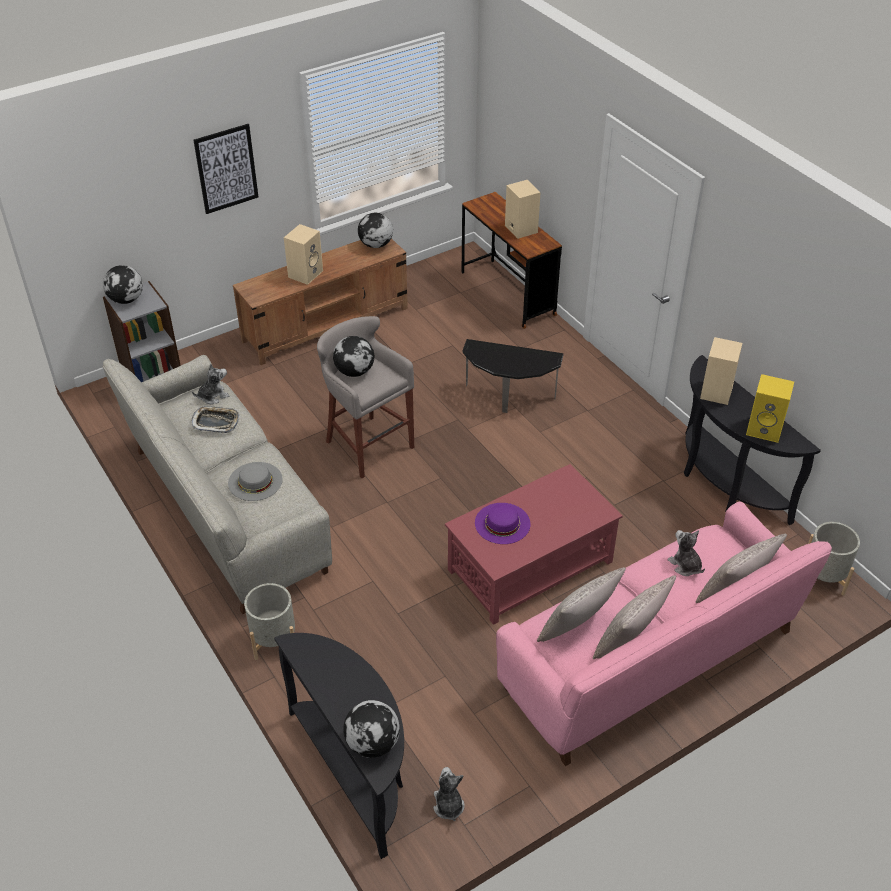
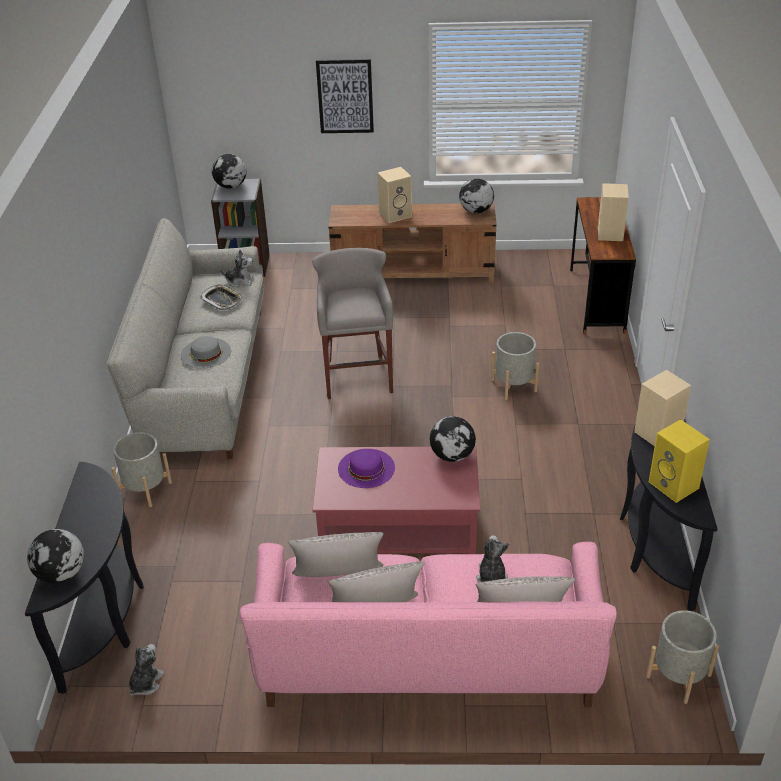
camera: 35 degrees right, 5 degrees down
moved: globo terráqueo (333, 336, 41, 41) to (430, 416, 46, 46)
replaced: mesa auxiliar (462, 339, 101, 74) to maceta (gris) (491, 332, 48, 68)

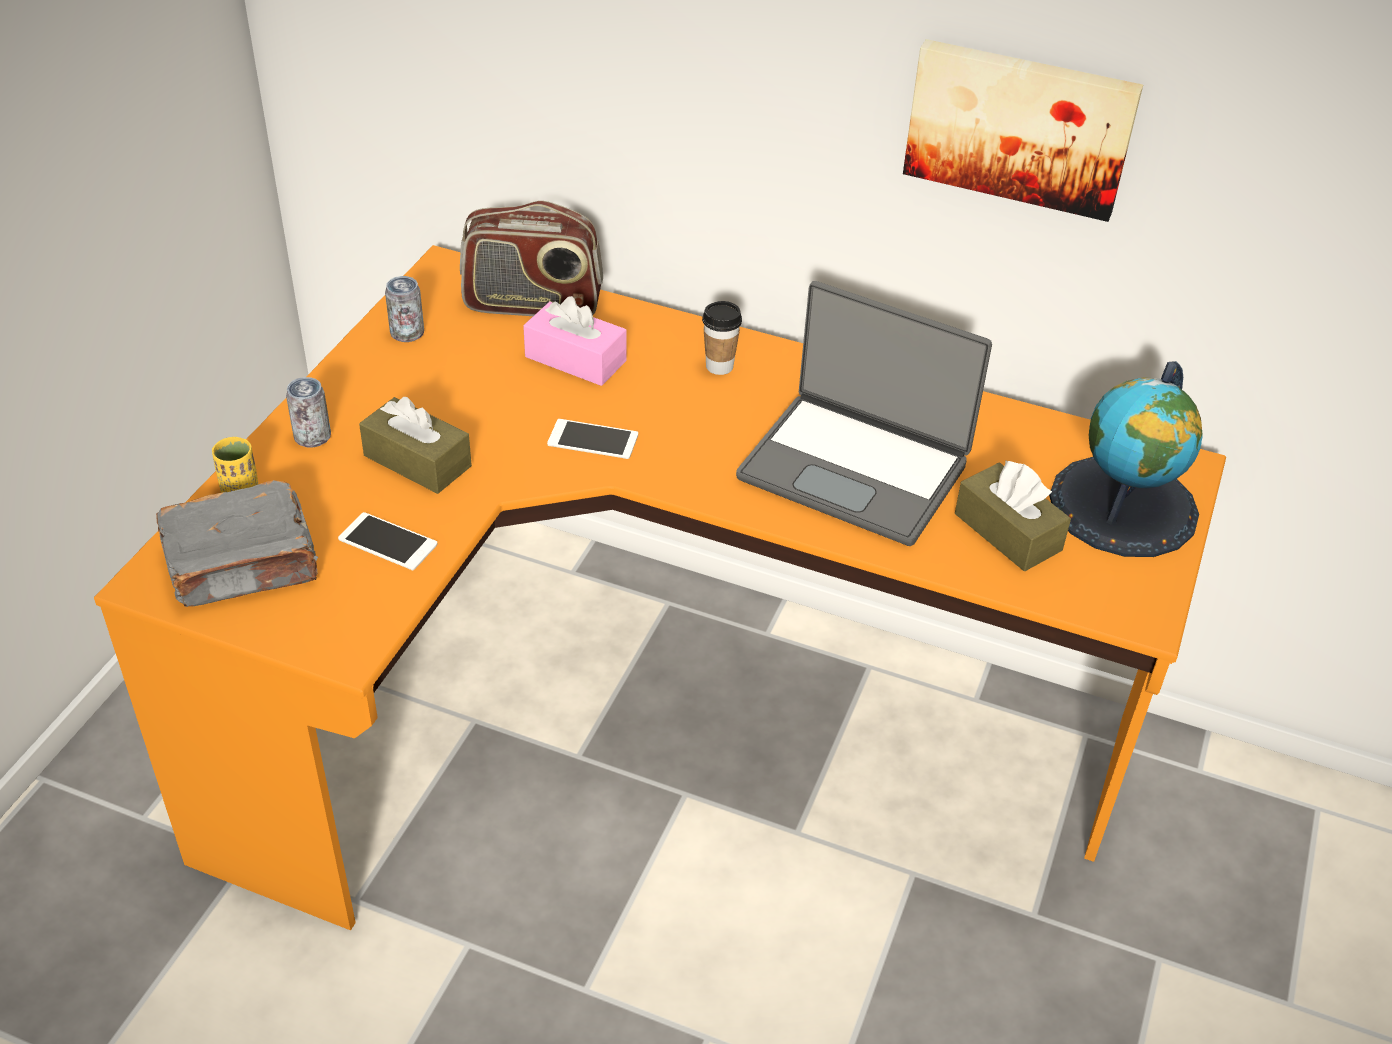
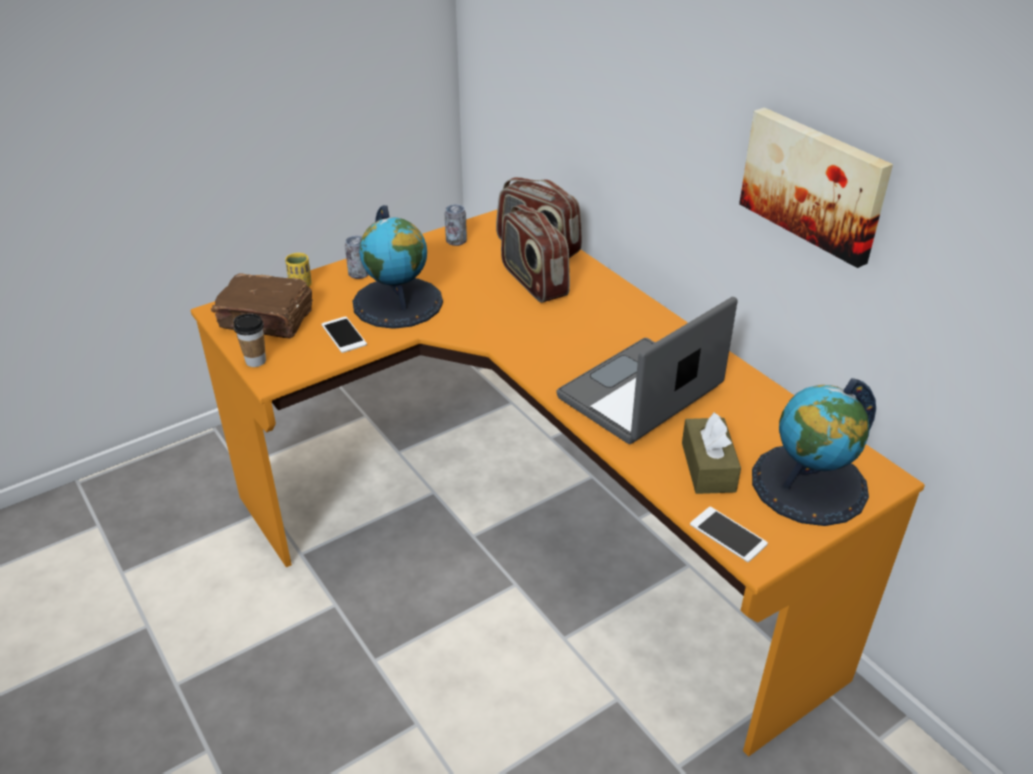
camera: 35 degrees right, 5 degrees down
moved: taza (702, 301, 40, 74) to (233, 314, 33, 53); móvil (547, 419, 91, 40) to (690, 507, 78, 55)
replaced: caja de pañuelos (rosa) (523, 296, 104, 90) to radio (501, 204, 69, 99); caja de pañuelos (marrón) (359, 397, 113, 97) to globo terráqueo (353, 205, 90, 124)
recoloured: libro (gris) (156, 480, 162, 127) to libro (marrón) (211, 274, 102, 65)
turned: portátil (736, 281, 256, 265) = (556, 297, 182, 147) 75 degrees clockwise

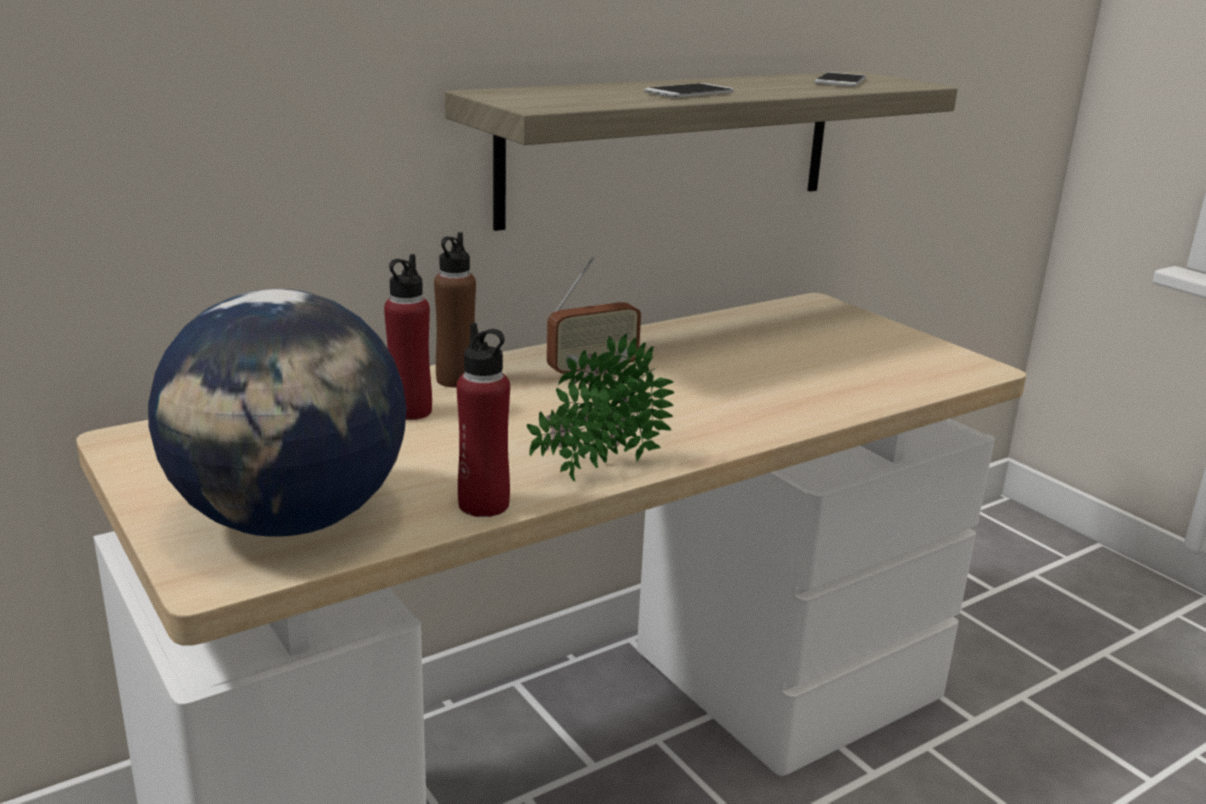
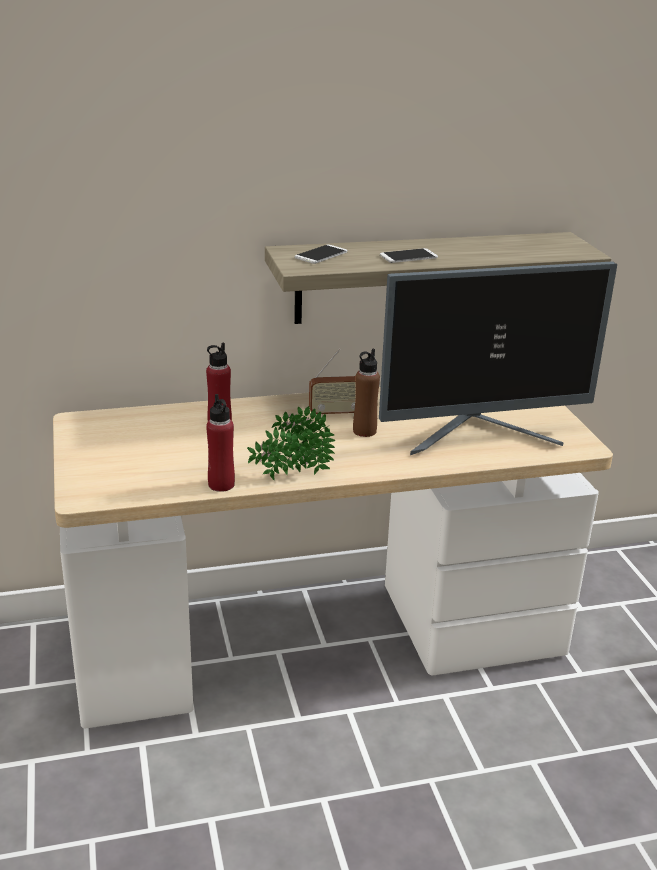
camera: 20 degrees right, 5 degrees up
removed: globo terráqueo (148, 289, 259, 248)
added: monitor (379, 262, 238, 193)
moved: móvil (815, 72, 51, 15) to (295, 245, 53, 19); botella (marrón) (434, 232, 42, 156) to (353, 348, 27, 89)

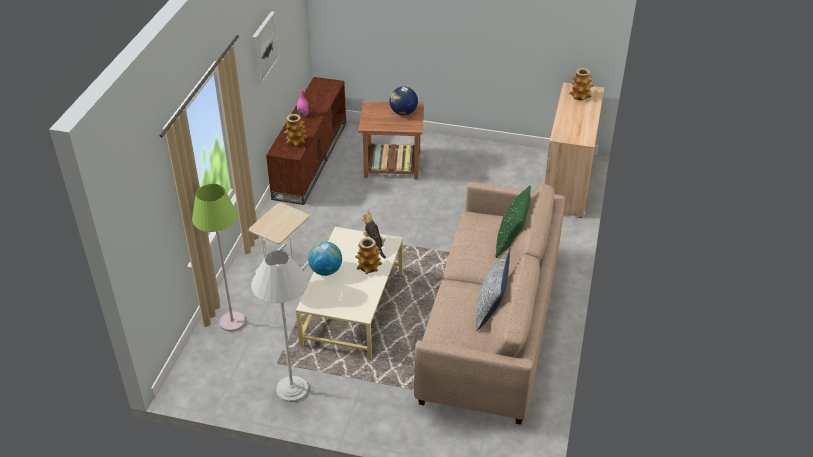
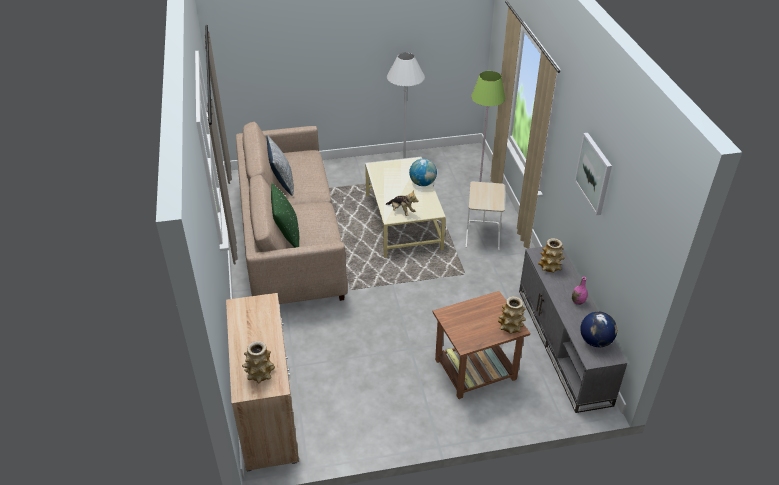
camera: 155 degrees right, 0 degrees up
moved: globo terráqueo (389, 87, 29, 28) to (580, 311, 37, 36); florero (355, 237, 27, 37) to (498, 296, 28, 38)
recoloured: mueble de televisión (marrón) (266, 77, 80, 128) to mueble de televisión (gris) (519, 246, 108, 167)

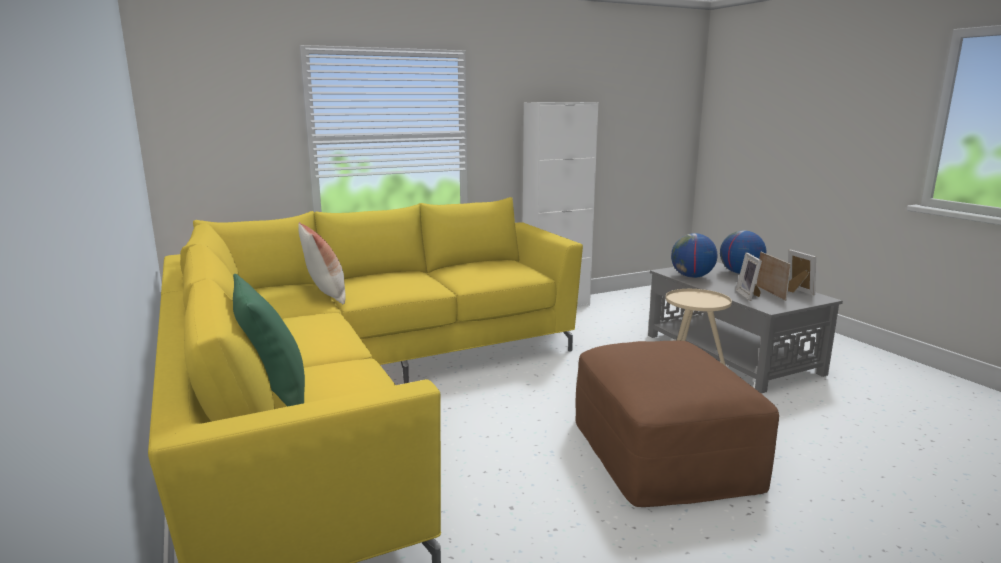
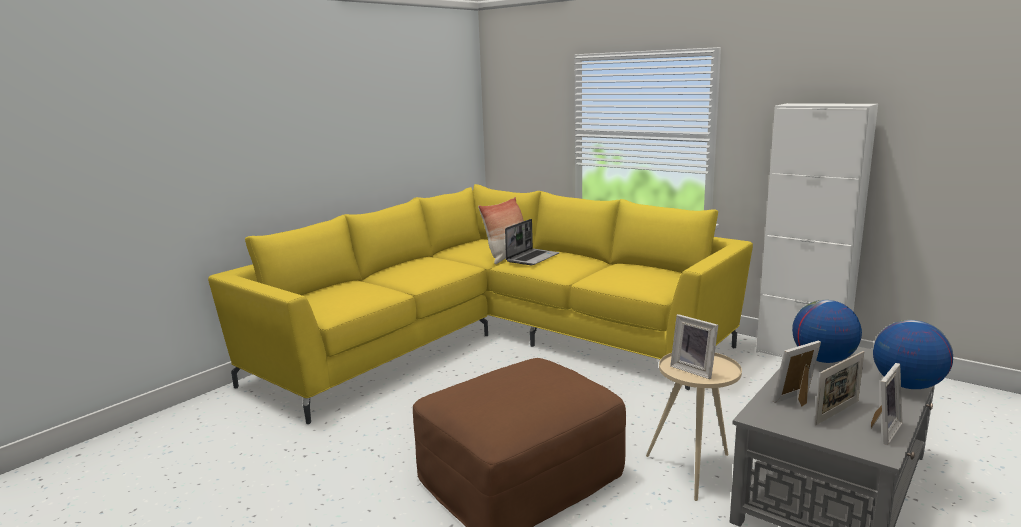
camera: 65 degrees right, 0 degrees up
removed: cojín (verde) (233, 274, 72, 133)
added: portátil (505, 219, 54, 46); portarretratos (670, 314, 48, 65)

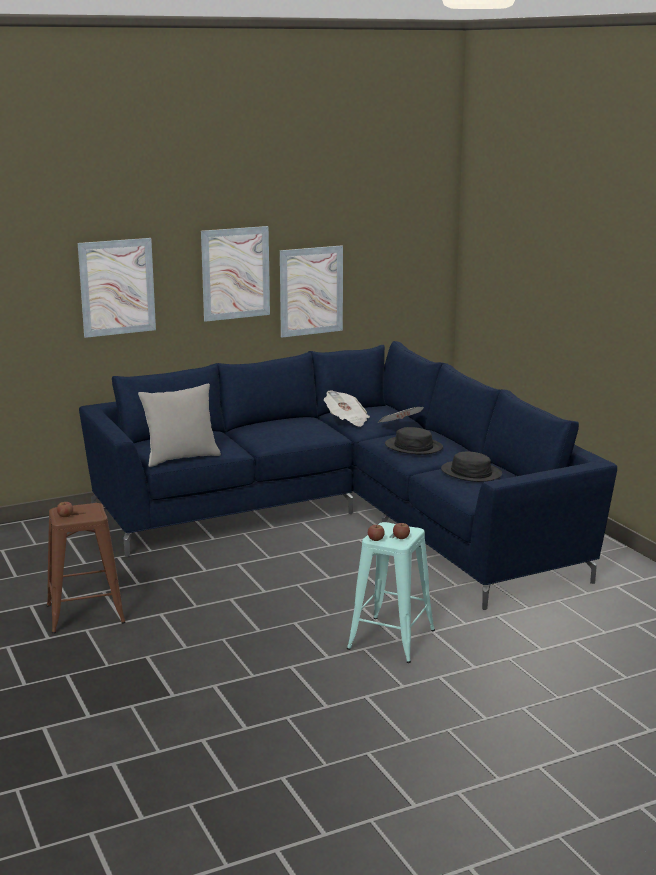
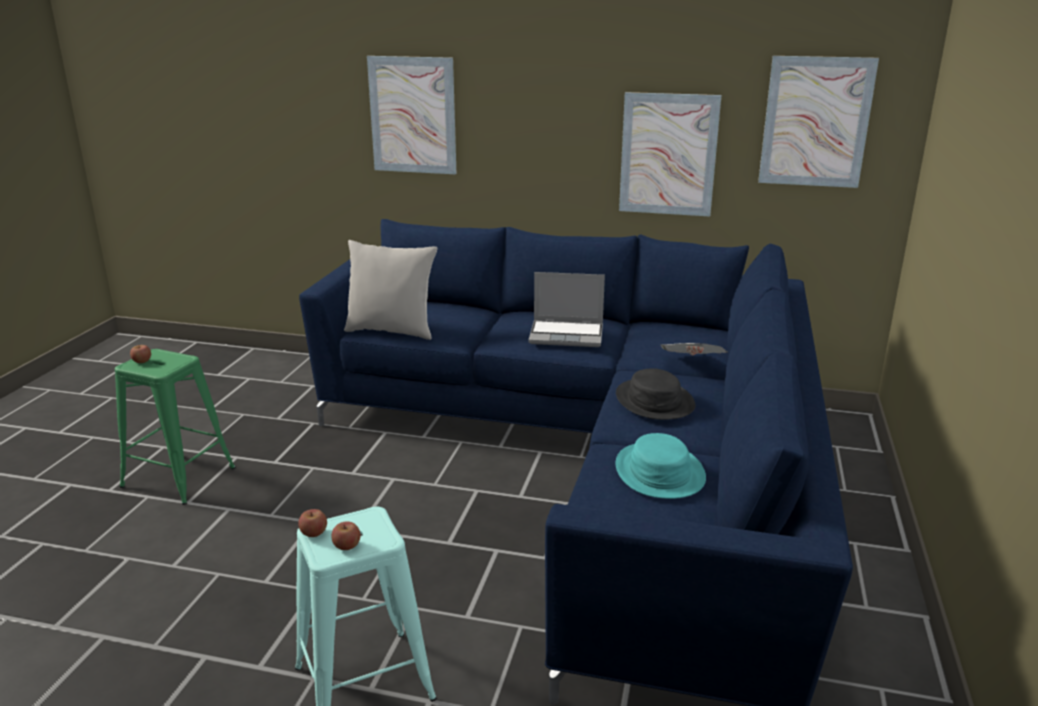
camera: 40 degrees right, 5 degrees up
removed: periódico (324, 390, 46, 37)
added: portátil (528, 272, 77, 75)
moved: cuadro (201, 226, 69, 96) to (758, 56, 121, 132)
recoloured: sombrero (negro) (441, 451, 61, 31) to sombrero (turquesa) (616, 433, 90, 66); taburete (marrón) (47, 503, 79, 131) to taburete (verde) (115, 349, 121, 156)

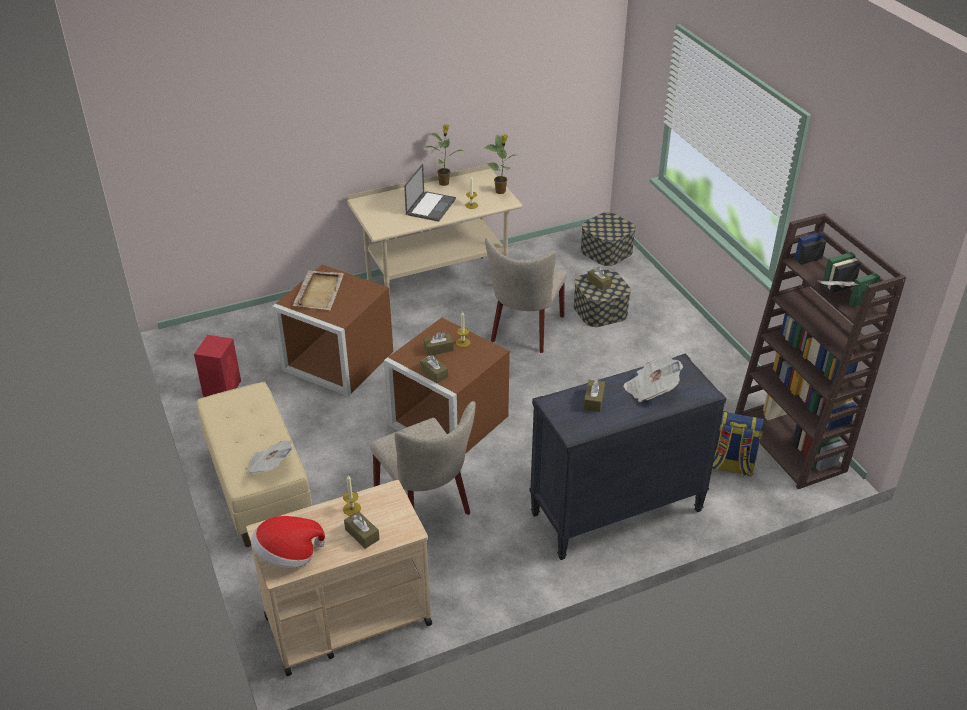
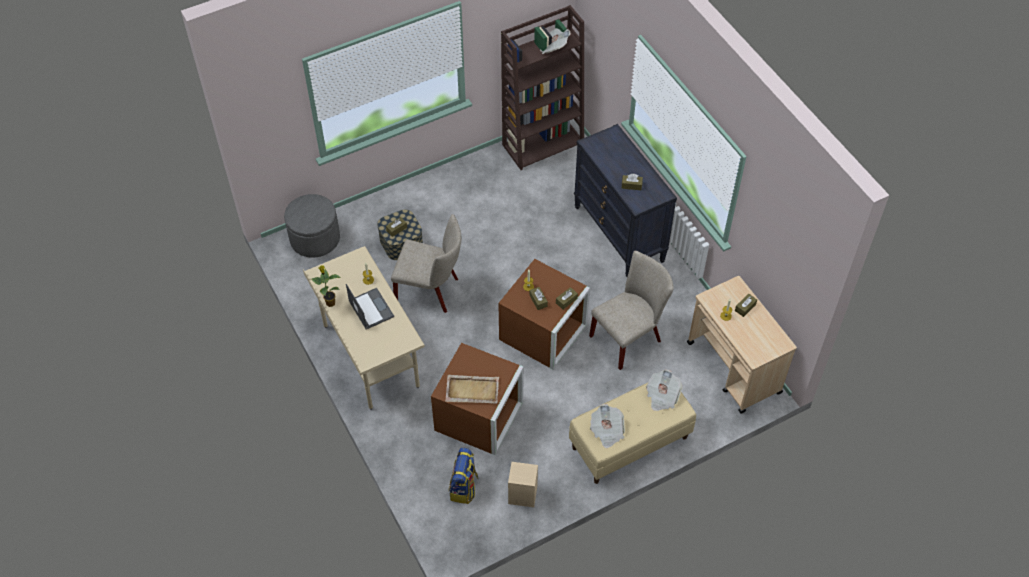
camera: 95 degrees left, 15 degrees up
removed: planta en maceta (484, 134, 32, 60); sombrero (251, 516, 74, 52)
moved: periódico (624, 356, 59, 46) to (590, 404, 35, 44); mochila (712, 411, 52, 65) to (449, 447, 30, 57)
replaced: caja de almacenaje (581, 212, 55, 54) to puf (gris) (284, 194, 56, 64)
recoloured: altavoz (rojo) (194, 335, 47, 62) to altavoz (beis) (508, 462, 30, 45)
turned: portátil (404, 164, 52, 58) = (346, 284, 48, 46) 45 degrees clockwise

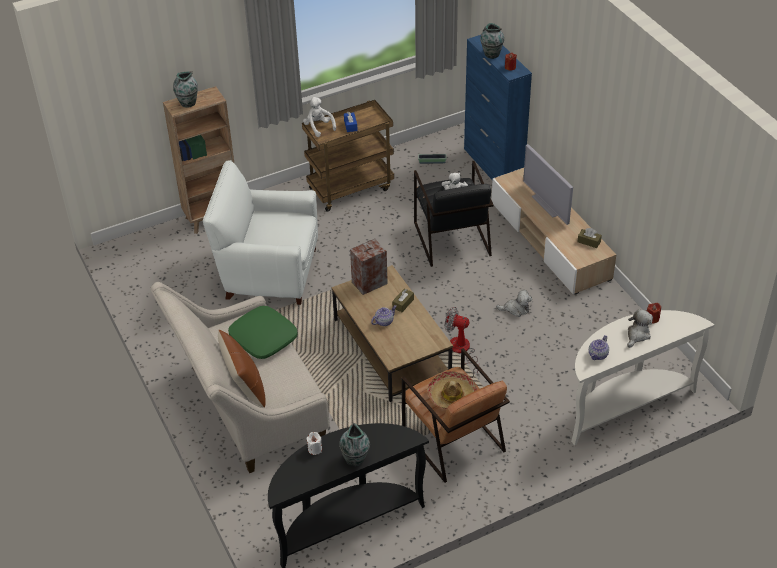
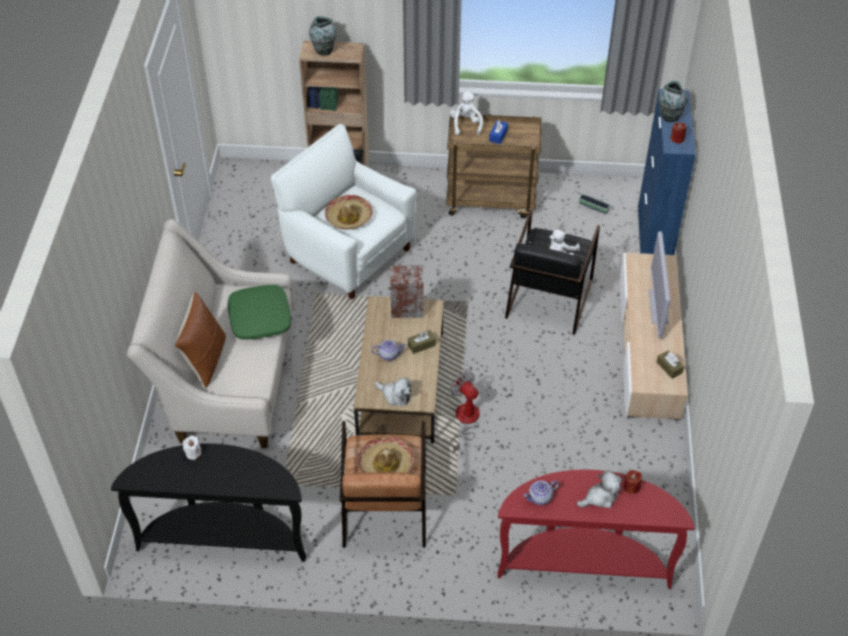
camera: 30 degrees right, 5 degrees up
removed: florero (339, 423, 31, 43)
added: sombrero (325, 195, 48, 35)
moved: peluche (496, 290, 36, 27) to (375, 377, 38, 29)
recoloured: mesa consola (blanco) (571, 310, 143, 135) to mesa consola (rojo) (497, 470, 198, 119)

